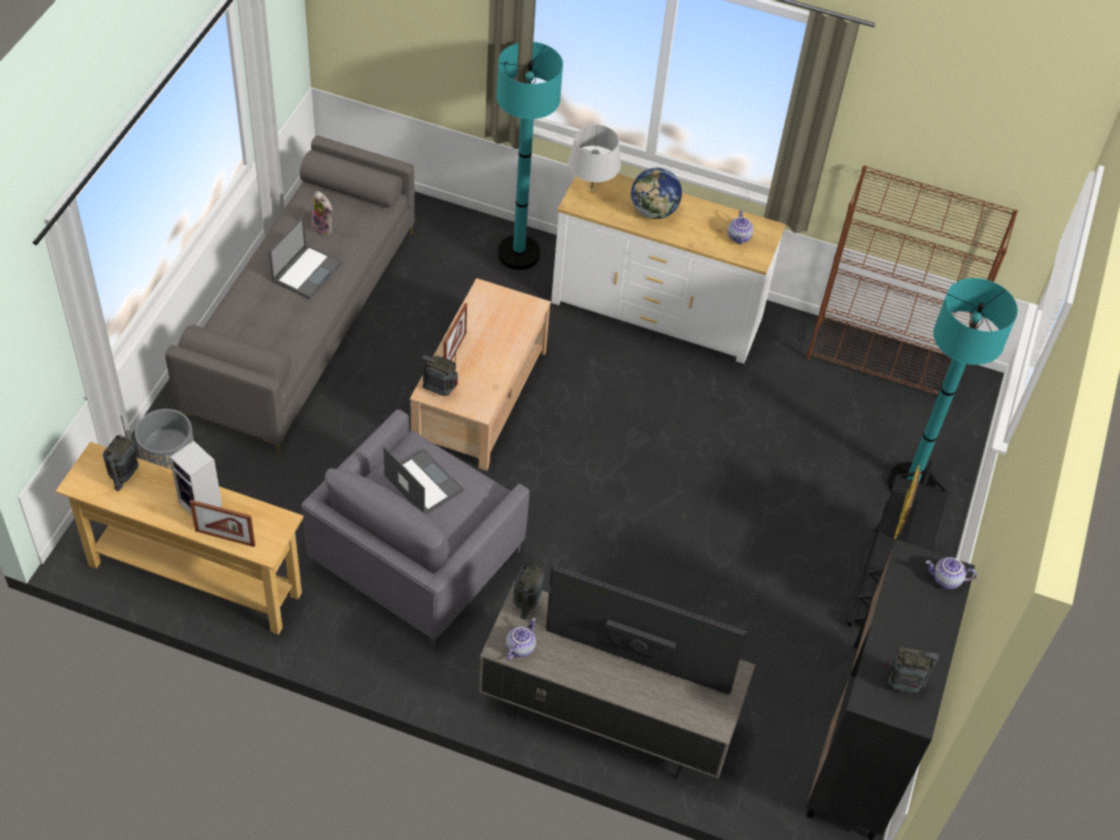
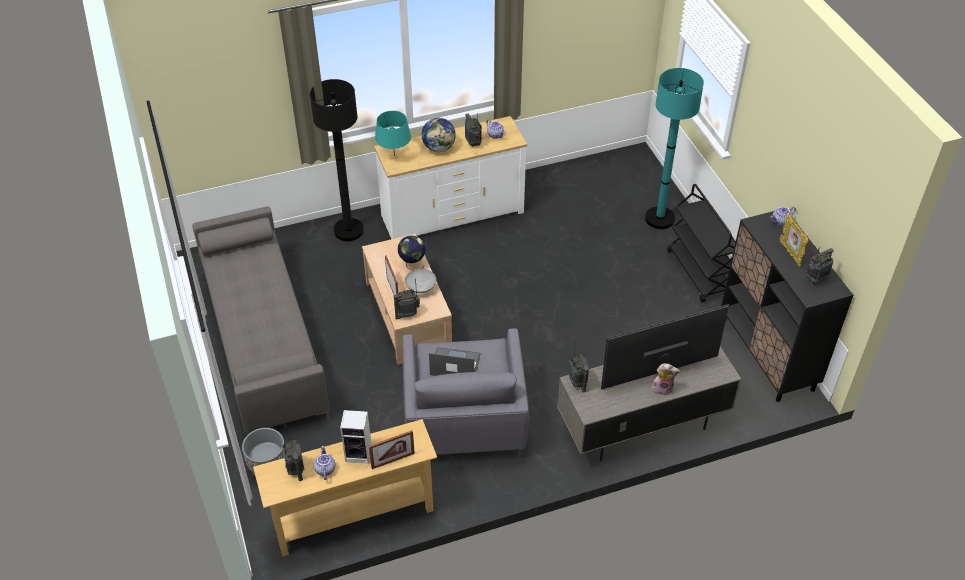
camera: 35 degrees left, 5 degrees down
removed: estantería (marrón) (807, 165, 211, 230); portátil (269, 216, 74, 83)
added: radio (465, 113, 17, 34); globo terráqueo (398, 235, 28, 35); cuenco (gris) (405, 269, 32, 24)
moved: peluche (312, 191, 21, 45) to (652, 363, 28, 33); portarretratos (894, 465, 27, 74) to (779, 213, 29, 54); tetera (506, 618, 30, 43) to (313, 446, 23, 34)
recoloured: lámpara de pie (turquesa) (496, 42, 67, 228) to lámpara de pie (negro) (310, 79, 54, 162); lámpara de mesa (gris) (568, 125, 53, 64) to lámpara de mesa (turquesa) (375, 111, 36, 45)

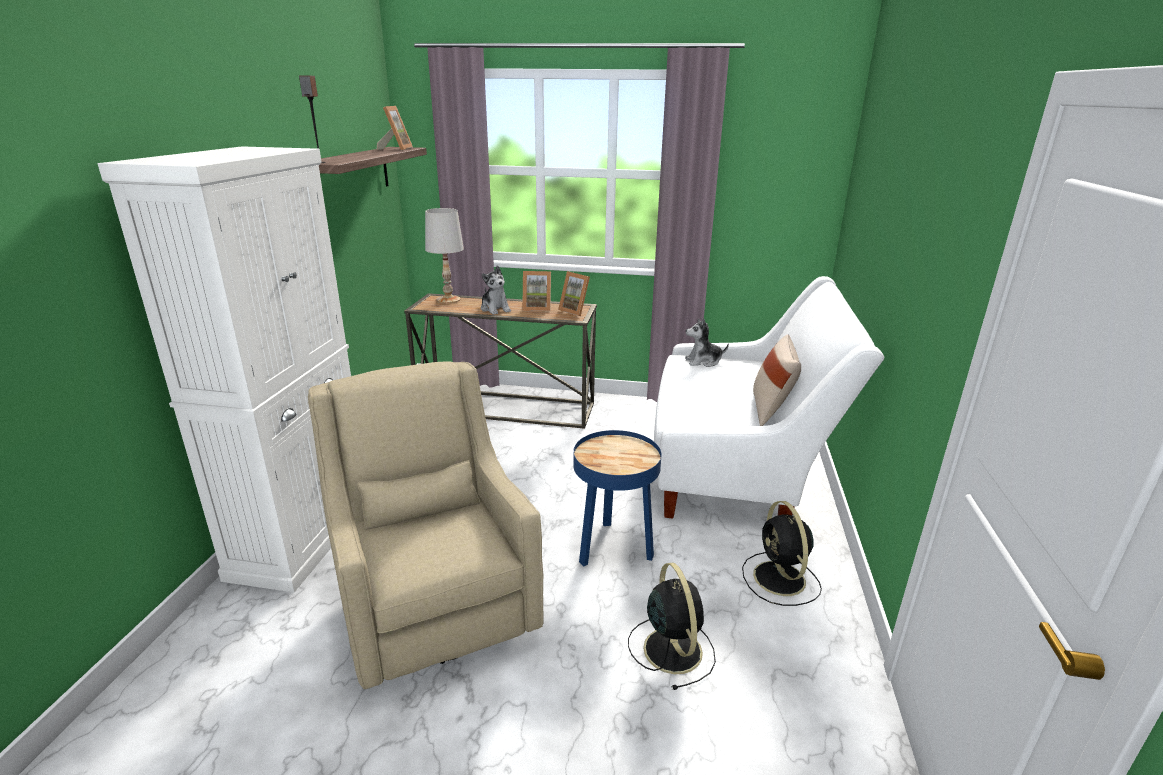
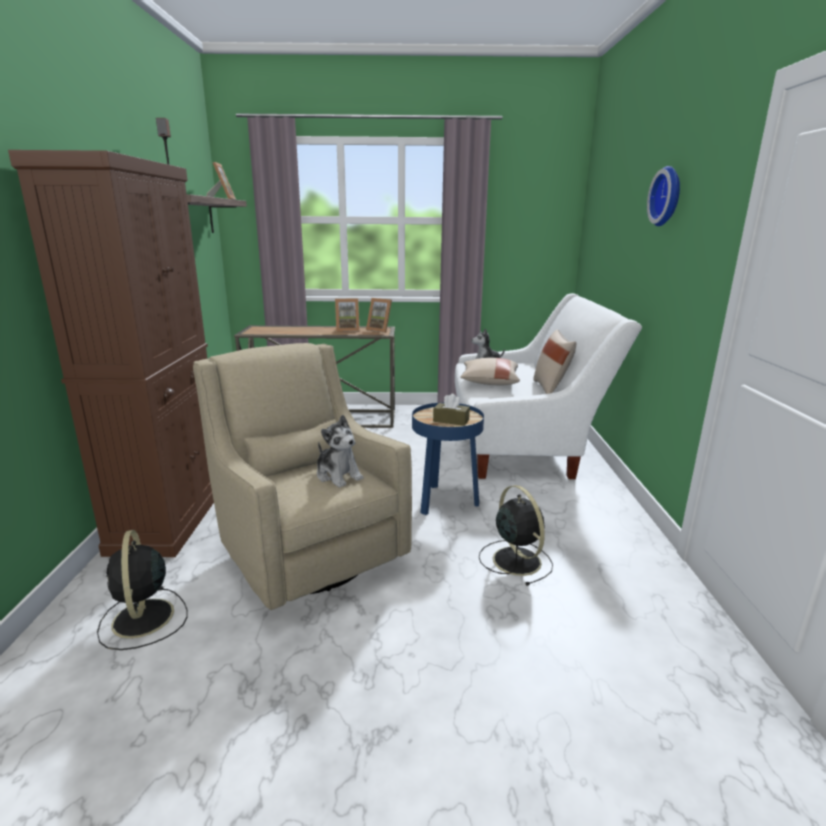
camera: 10 degrees left, 5 degrees down
removed: lámpara de mesa (blanco) (425, 208, 39, 95)
added: reloj de pared (647, 166, 33, 60); cojín (beis) (460, 358, 60, 27); caja de pañuelos (marrón) (433, 394, 37, 32)
moved: peluche (481, 265, 30, 50) to (317, 415, 47, 73); ventilador (negro) (742, 501, 80, 105) to (97, 530, 91, 120)
recoloured: armario (blanco) (97, 146, 254, 446) to armario (marrón) (8, 150, 206, 407)

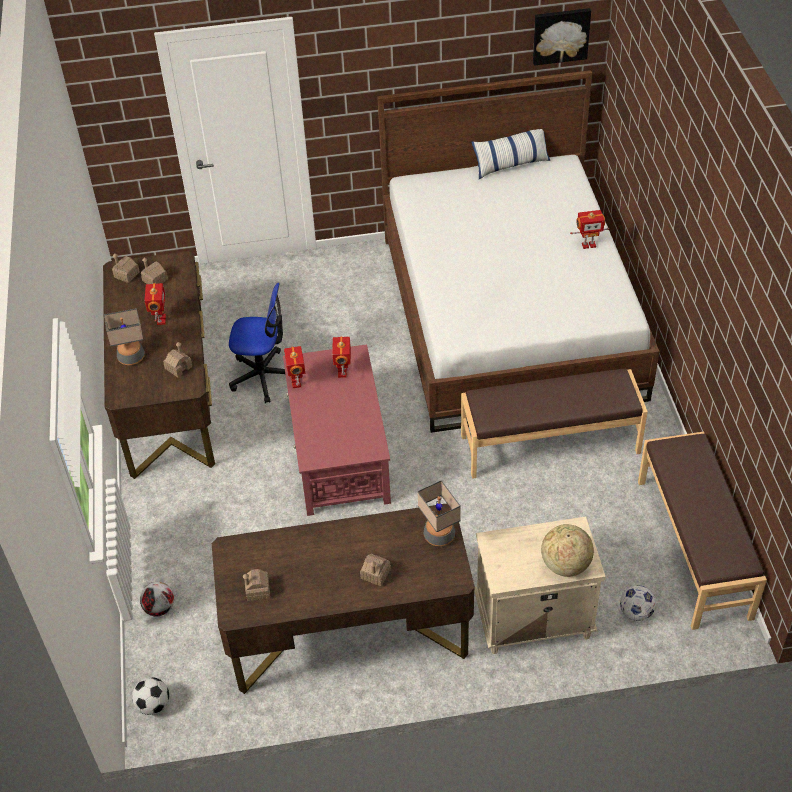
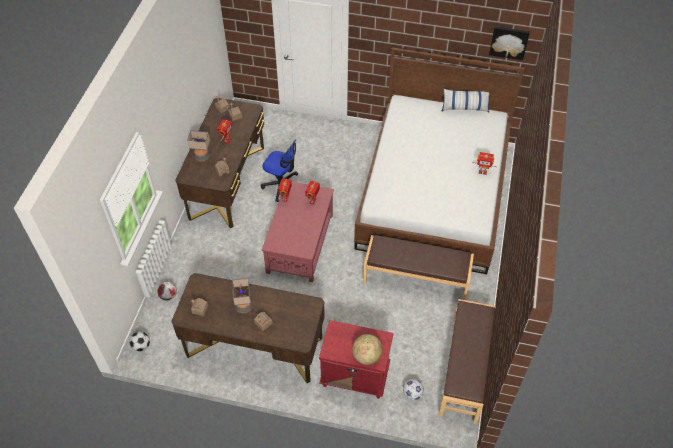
camera: 20 degrees right, 5 degrees up
moved: lámpara de mesa (417, 480, 44, 66) to (232, 278, 21, 35)
recoloured: mesita de noche (beis) (474, 517, 132, 137) to mesita de noche (rojo) (319, 320, 74, 79)

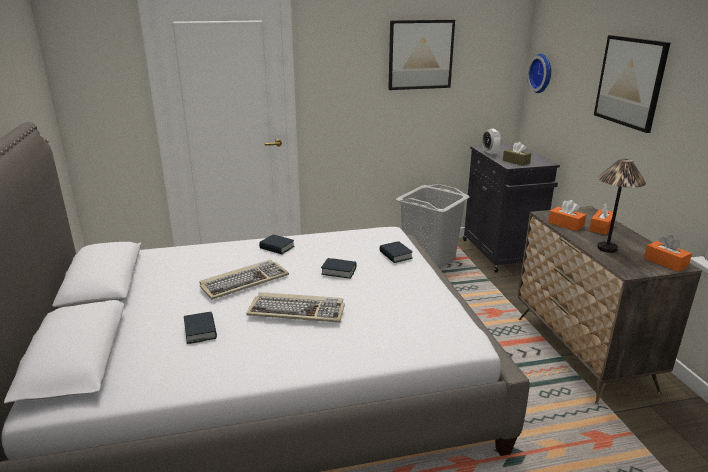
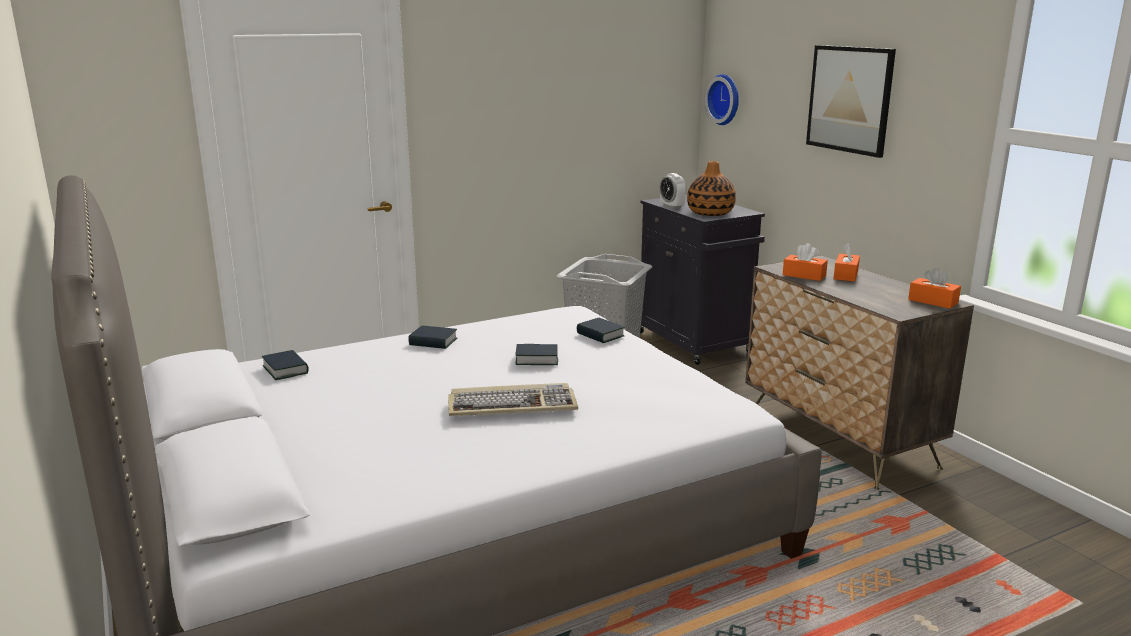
camera: 15 degrees left, 5 degrees down
removed: cuadro (388, 20, 67, 70); lámpara de mesa (598, 159, 48, 94); teclado (200, 260, 89, 40)
moved: libro (184, 312, 33, 32) to (262, 350, 47, 30)
replaced: caja de pañuelos (marrón) (503, 142, 28, 24) to florero (687, 161, 49, 55)

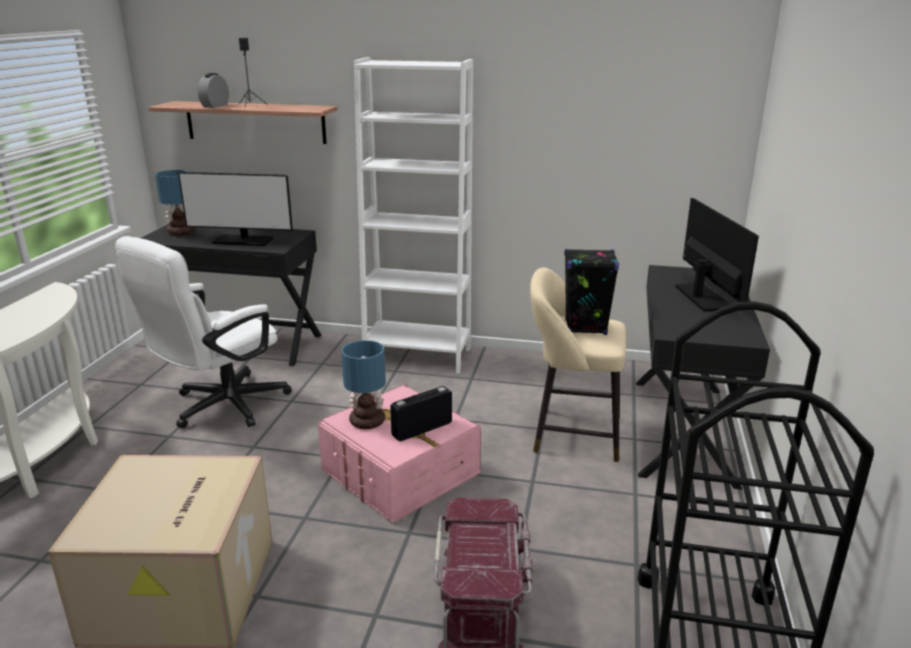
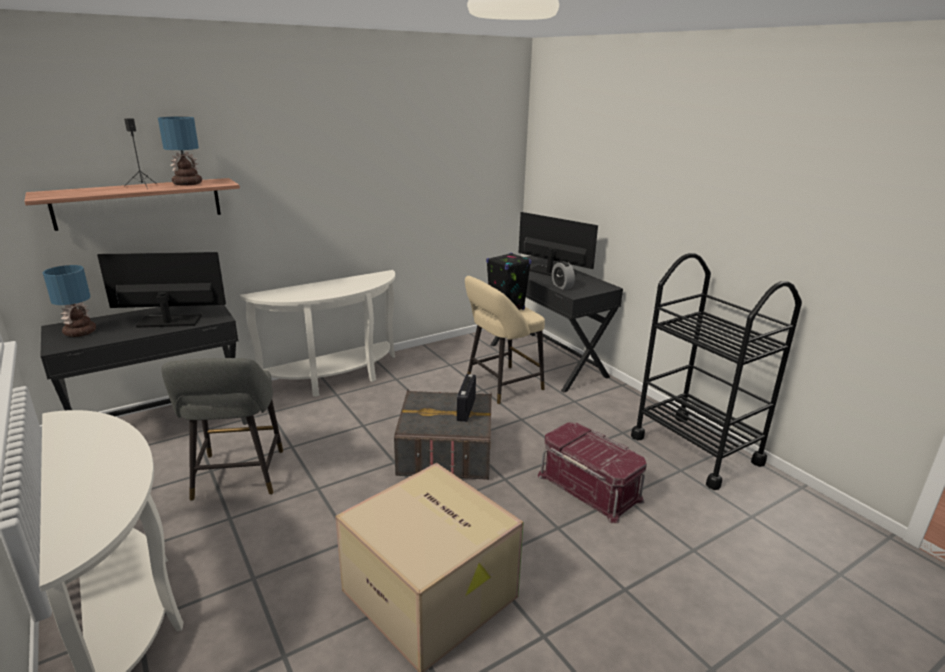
camera: 45 degrees left, 0 degrees up
moved: despertador (198, 73, 31, 35) to (552, 261, 23, 29); lámpara de mesa (341, 340, 45, 89) to (158, 116, 44, 70)
replaced: estantería (blanco) (354, 57, 119, 317) to mesa consola (blanco) (240, 270, 155, 127); silla de oficina (blanco) (115, 236, 177, 192) to taburete (gris) (161, 358, 122, 143)
recoloured: caja de almacenaje (rosa) (318, 384, 163, 139) to caja de almacenaje (gris) (394, 389, 98, 91)
turned: monitor (178, 172, 115, 74) = (97, 252, 129, 76) 150 degrees counterclockwise

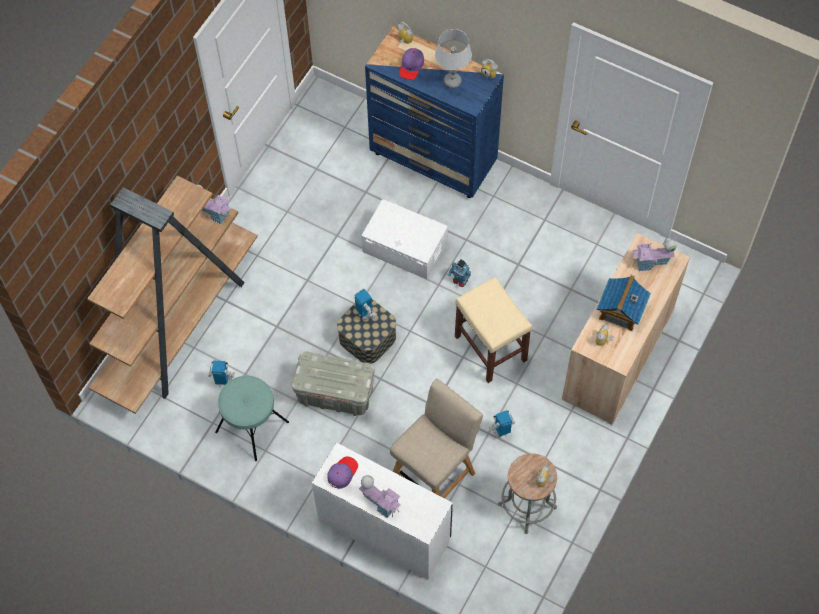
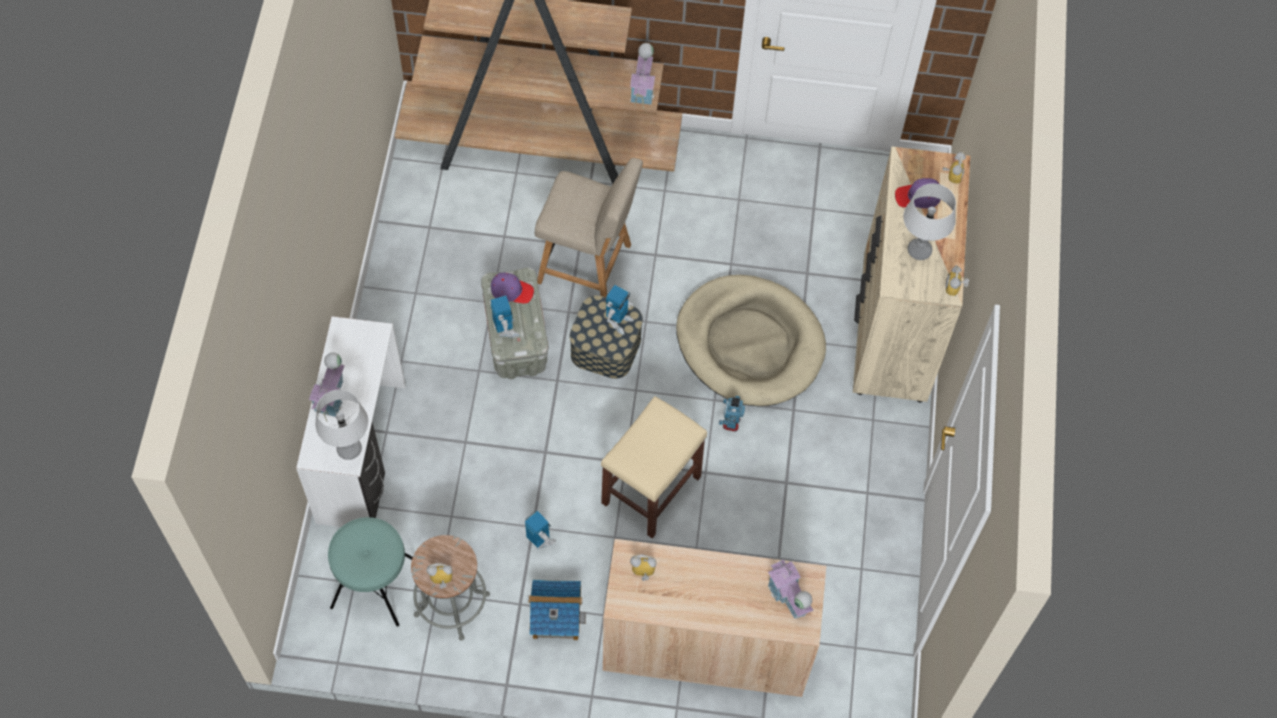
camera: 65 degrees right, 0 degrees up
added: lámpara de mesa (gris) (315, 390, 53, 70)
moved: casita (596, 275, 55, 56) to (528, 580, 58, 60); robot de juguete (208, 361, 27, 27) to (491, 296, 29, 42); taburete (turquesa) (215, 376, 74, 85) to (328, 517, 85, 110); silla (beis) (390, 379, 93, 119) to (535, 158, 108, 139); gorra (morado) (327, 456, 31, 33) to (491, 273, 43, 30)
replaced: caja de almacenaje (blanco) (361, 199, 87, 80) to cama para perro (beis) (676, 275, 150, 131)
recoloured: cómoda (azul) (365, 26, 139, 172) to cómoda (beis) (853, 147, 117, 255)

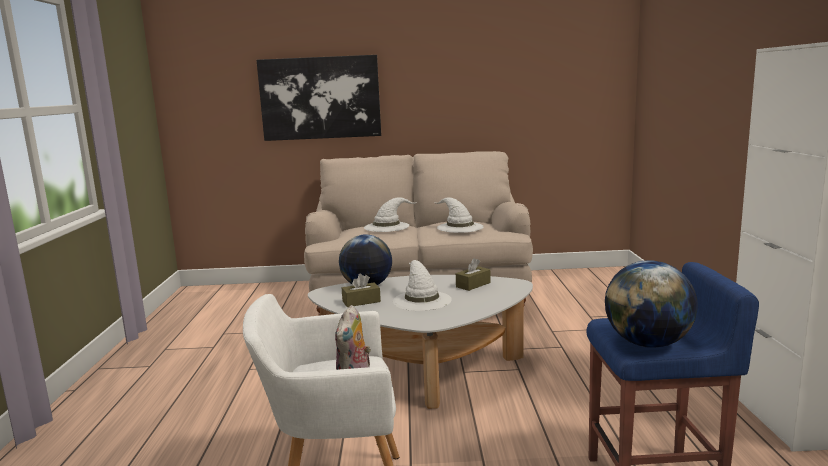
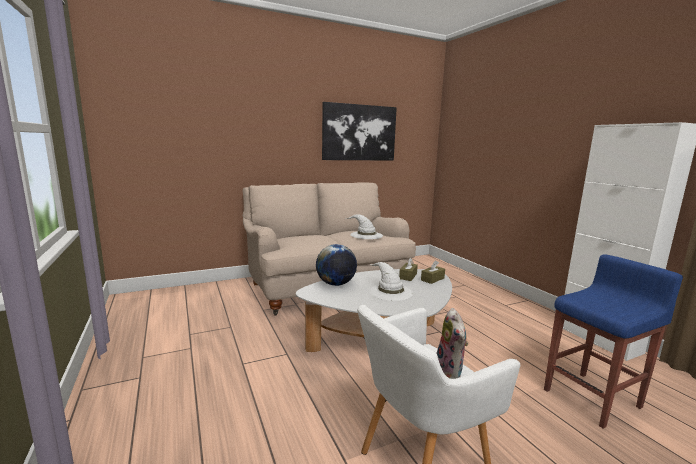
camera: 25 degrees left, 0 degrees up
removed: sombrero (blanco) (364, 197, 53, 35); globo terráqueo (605, 260, 93, 88)
moved: cuadro (256, 55, 125, 86) to (322, 102, 75, 59); caja de pañuelos (marrón) (342, 274, 39, 33) to (421, 260, 24, 24)

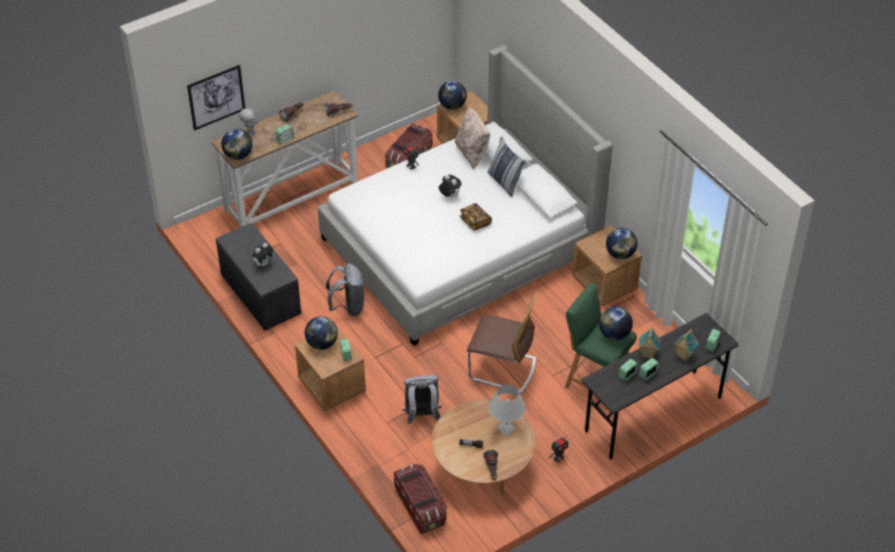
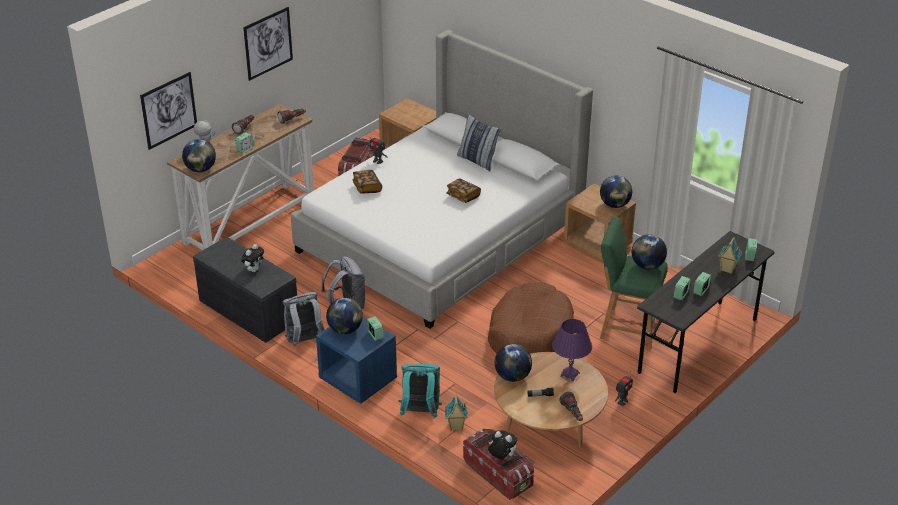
camera: 15 degrees left, 10 degrees down
removed: cojín (beis) (455, 107, 35, 62)
added: cuadro (243, 7, 50, 74); libro (352, 170, 30, 24); mochila (turquesa) (398, 364, 44, 54)
moved: globo terráqueo (438, 81, 29, 29) to (495, 344, 37, 38); peluche (439, 175, 23, 22) to (488, 430, 29, 29); casita (639, 327, 21, 31) to (445, 394, 22, 36); mochila (gris) (403, 375, 38, 49) to (283, 292, 42, 55)
replaced: silla (467, 290, 70, 104) to cama para perro (marrón) (488, 282, 86, 72)
recoloured: mesita de noche (marrón) (295, 326, 71, 85) to mesita de noche (azul) (316, 317, 81, 87); lámpara de mesa (blanco) (489, 384, 37, 53) to lámpara de mesa (morado) (552, 319, 40, 62)

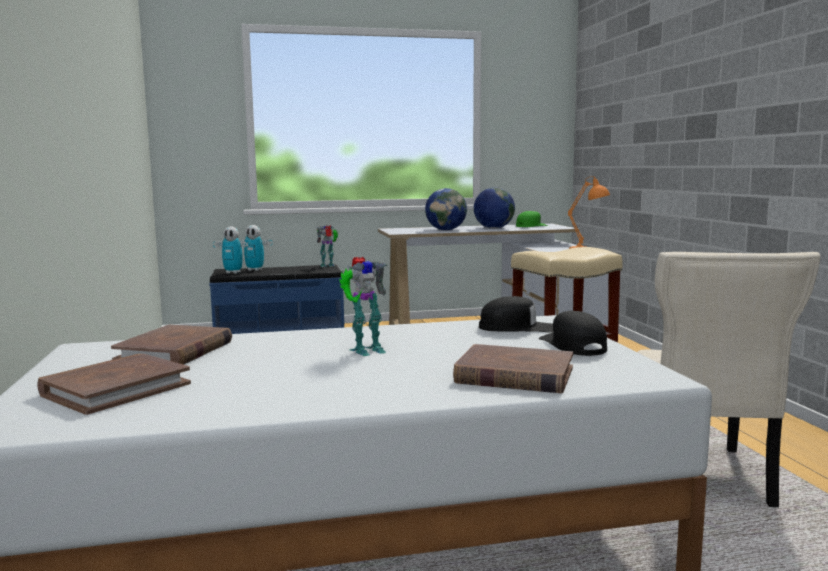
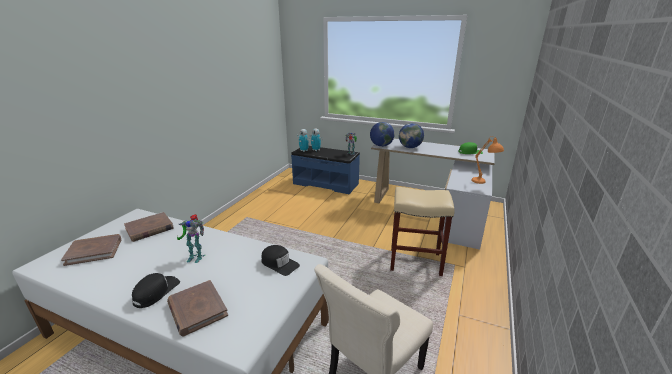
camera: 35 degrees right, 15 degrees up
moved: globo terráqueo (474, 187, 41, 42) to (370, 122, 25, 25); gorra (negro) (539, 311, 68, 45) to (132, 273, 48, 35)

